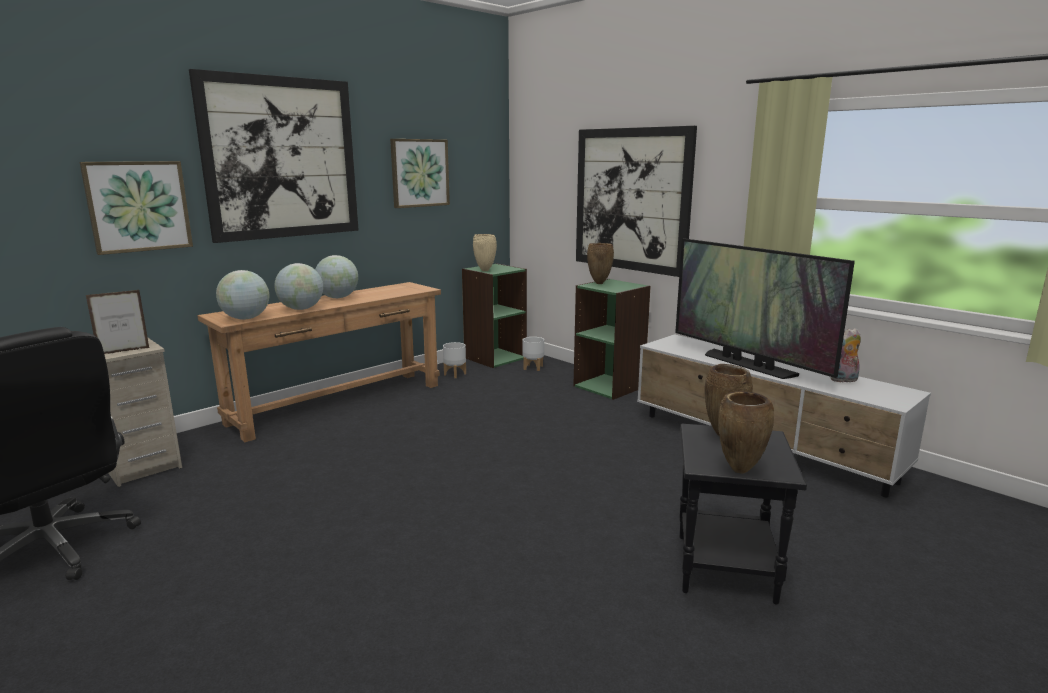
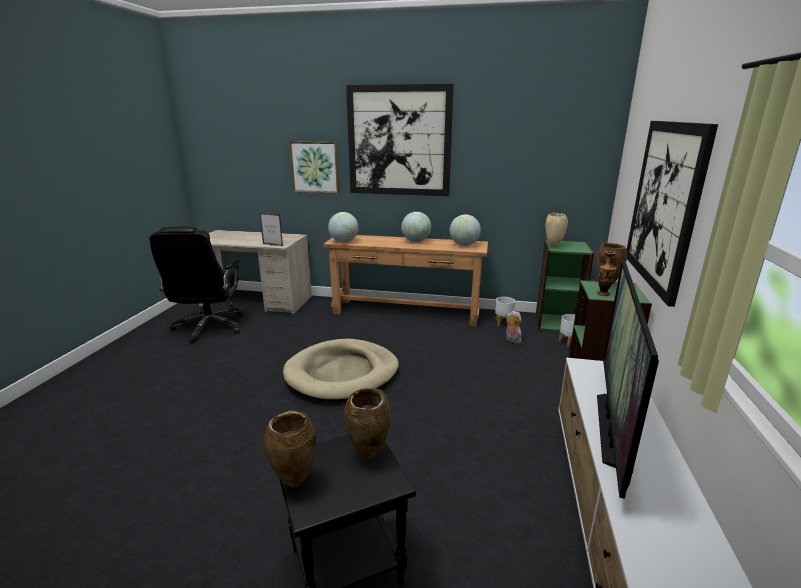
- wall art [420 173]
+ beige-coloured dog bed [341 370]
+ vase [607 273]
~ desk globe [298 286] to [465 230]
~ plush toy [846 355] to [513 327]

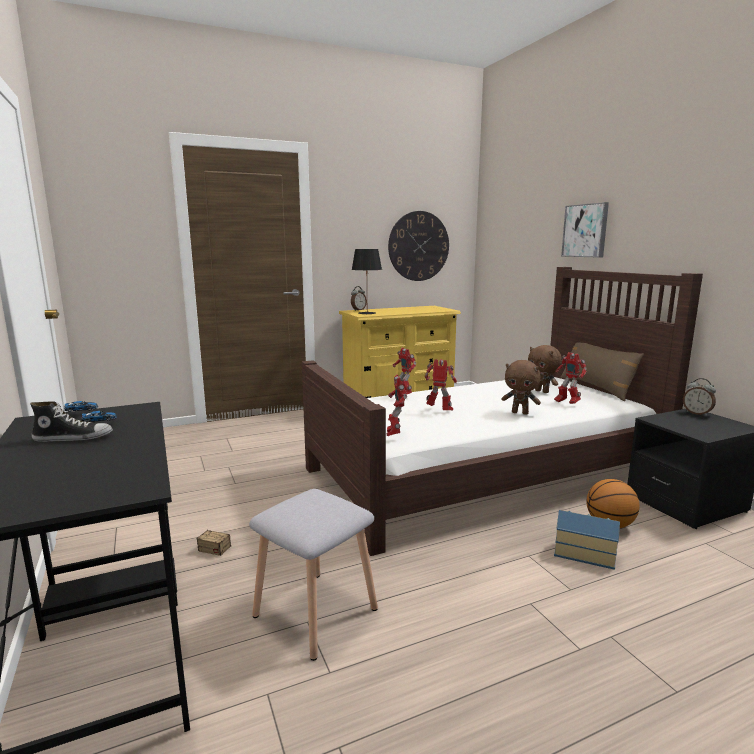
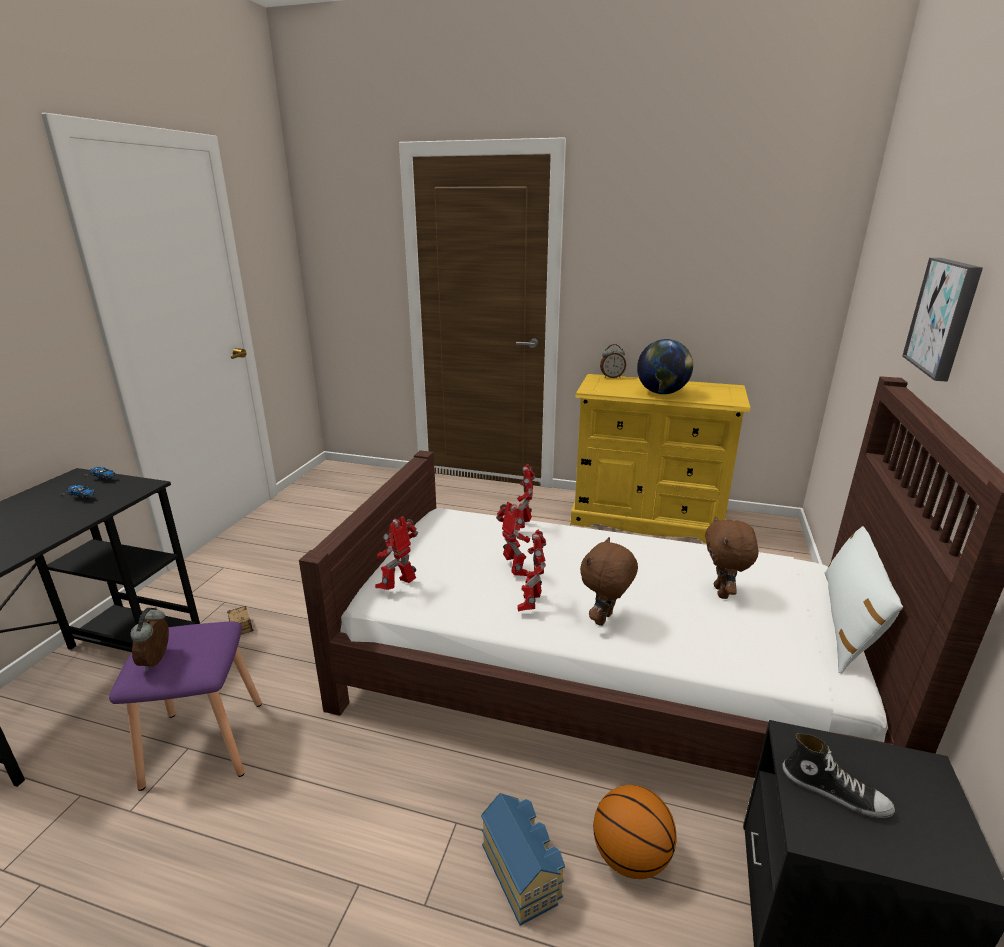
- black-coloured lamp for a table [367 282]
- wall clock [418 246]
+ desk globe [665 366]
~ shoe [71 422] to [839 775]
~ model robot [570 378] to [531 570]
~ bedside clock [699 397] to [149 639]
~ grey sitting stool [313 575] to purple-coloured sitting stool [185 706]
~ brown throw pillow [602 371] to whitish throw pillow [863 600]
~ brown plush toy [521 387] = [609 581] 60 degrees clockwise

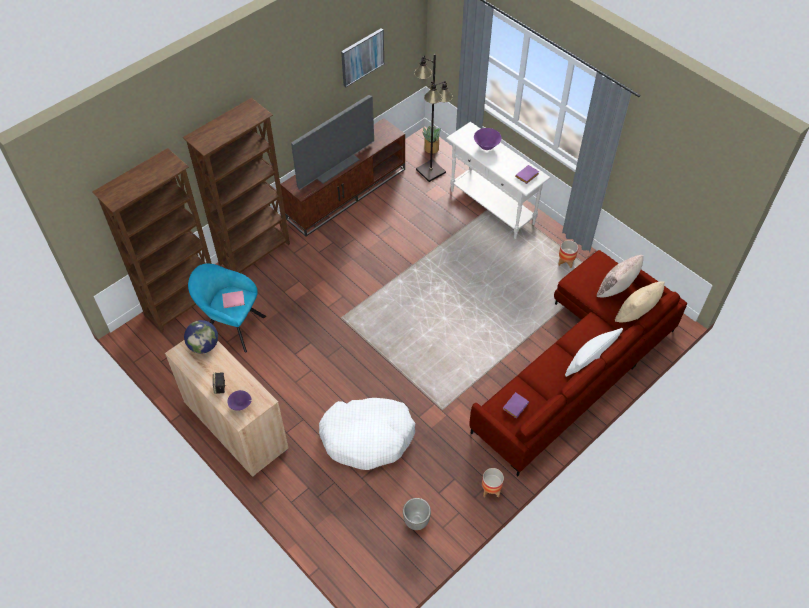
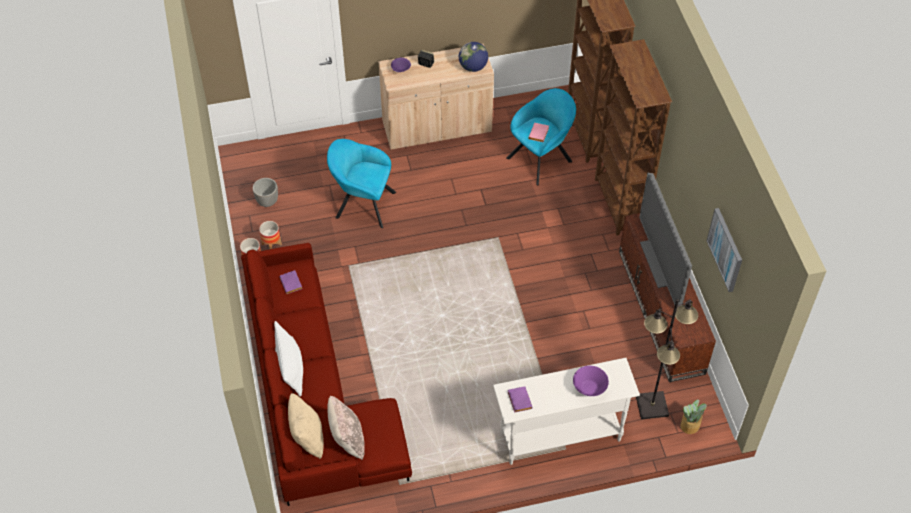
~ flower pot [568 254] to [270 235]
~ whitish dog bed [367 434] to blue-green easy chair [361 183]

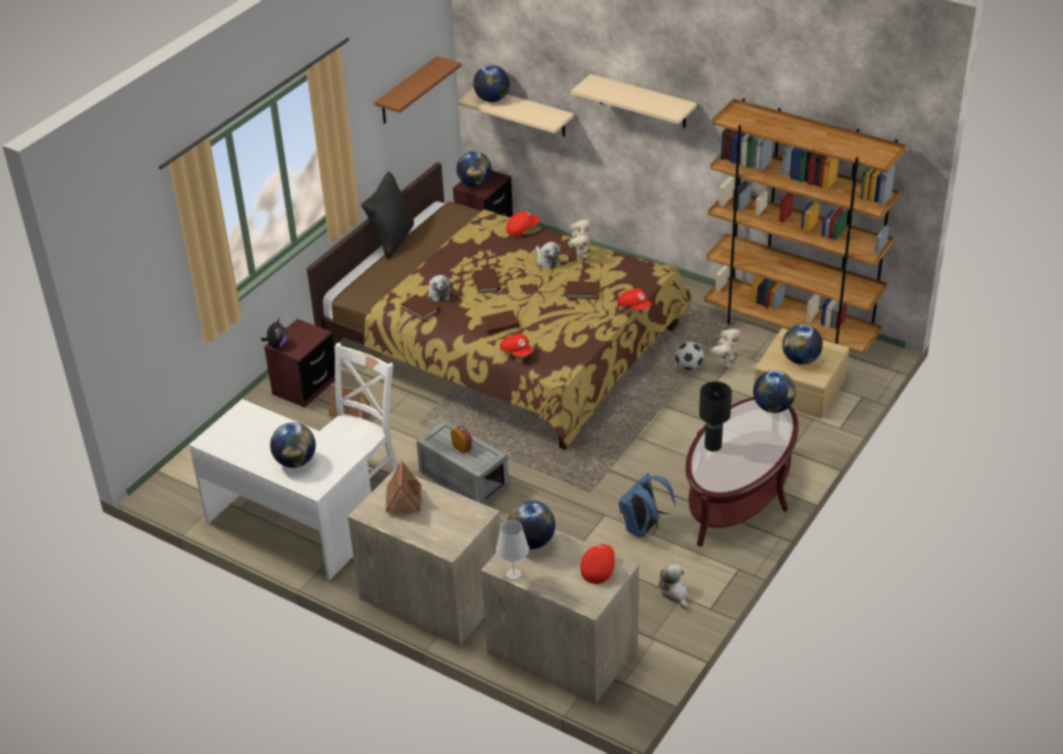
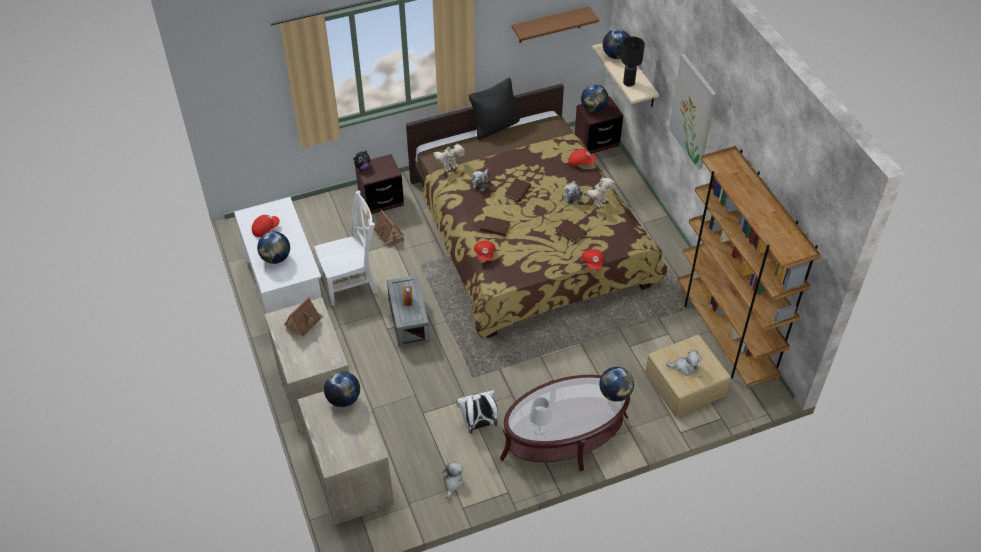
- brown book [420 308]
- football [689 356]
~ whitish lamp for a table [512 550] to [540 416]
~ reddish cap [597 564] to [266 226]
~ black-coloured lamp for a table [715 416] to [633 62]
~ model robot [726 348] to [449 158]
~ beige-coloured bracket shelf [634 101] to wall art [692 111]
~ desk globe [802 344] to plush toy [684 363]
~ blue-coloured rucksack [647 505] to whitish rucksack [477 412]

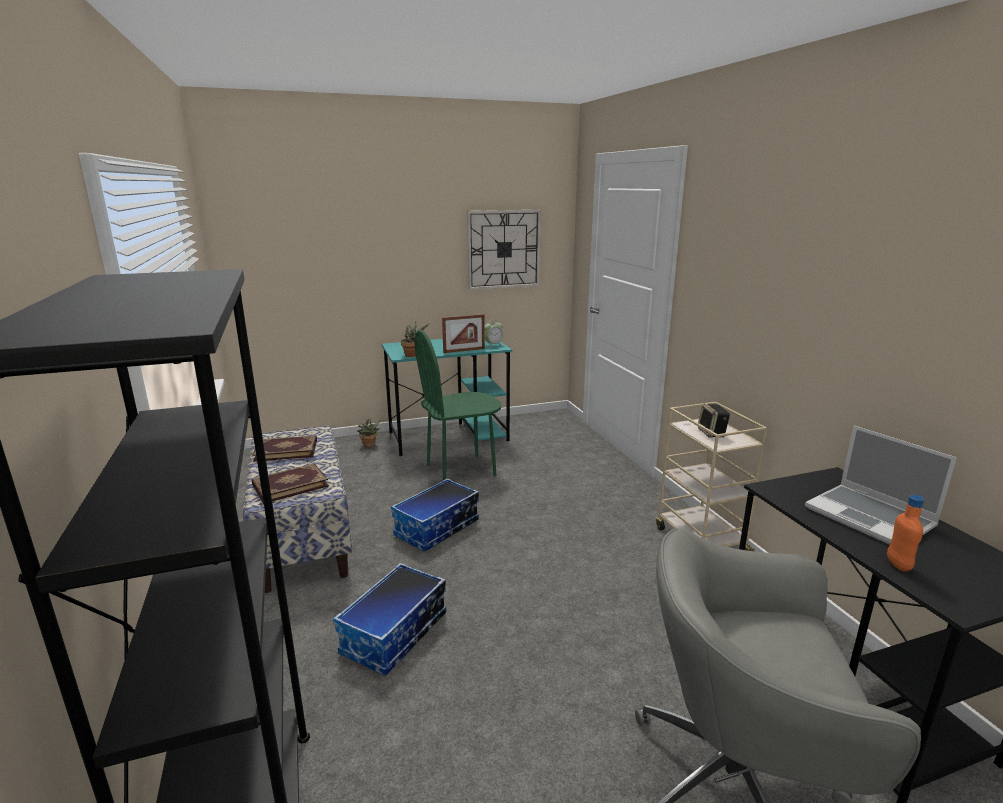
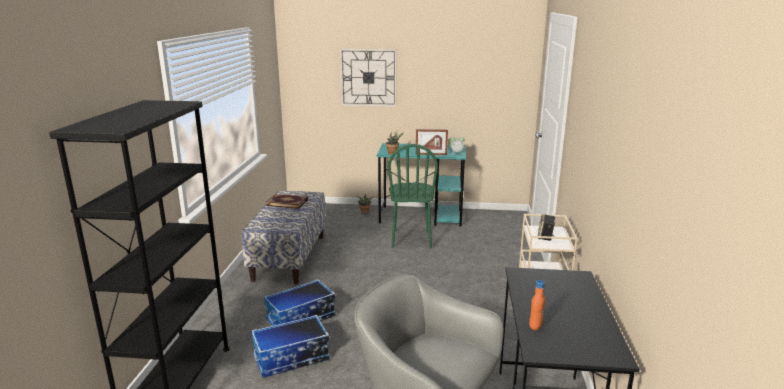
- book [290 483]
- notebook computer [881 485]
~ storage box [435 515] to [290 346]
~ wall clock [504 250] to [368 77]
~ green-coloured upright chair [458 405] = [413 196] 90 degrees counterclockwise

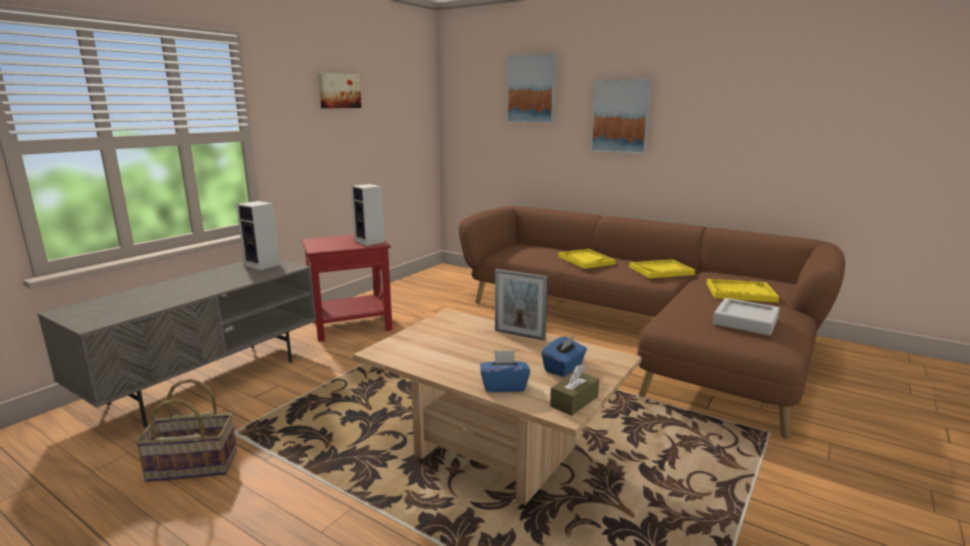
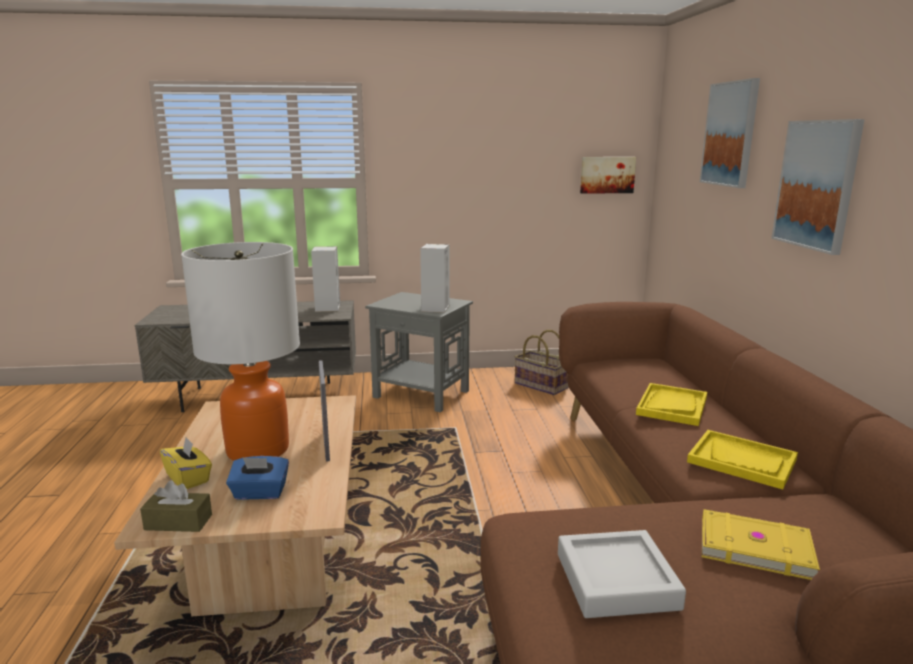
+ lamp for a table [240 351]
~ storage basket [186 430] to [542 362]
~ wall art [339 90] to [608 175]
~ yellowish tray [743 290] to yellowish book [761 544]
~ reddish end table [346 288] to grey end table [419 352]
~ blue-coloured box of tissues [505 371] to yellowish box of tissues [186 463]

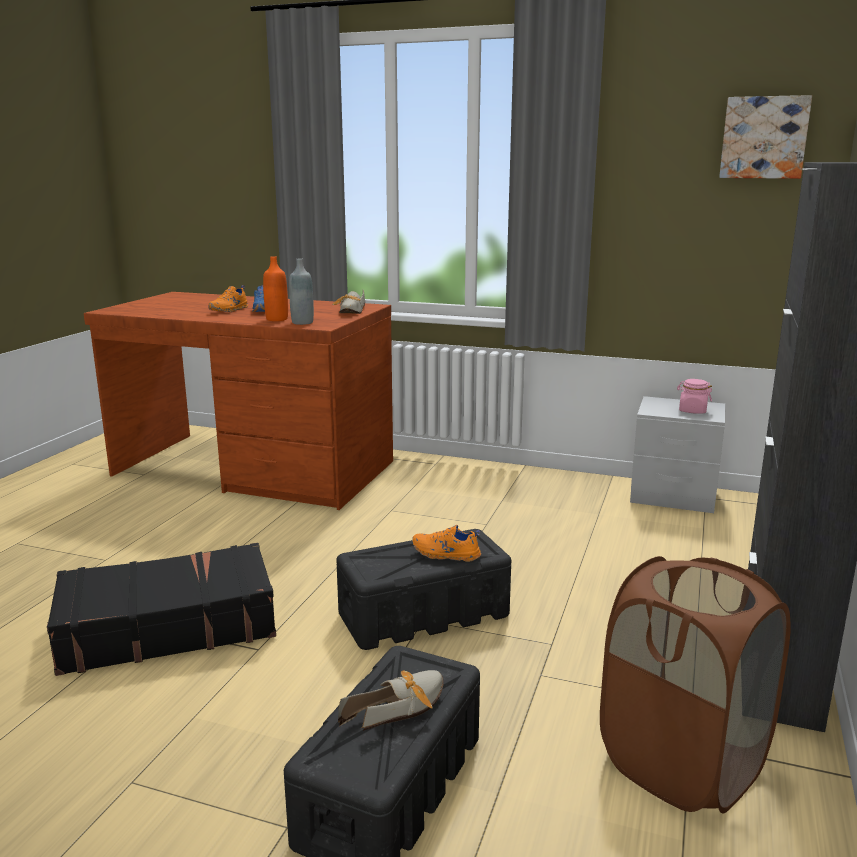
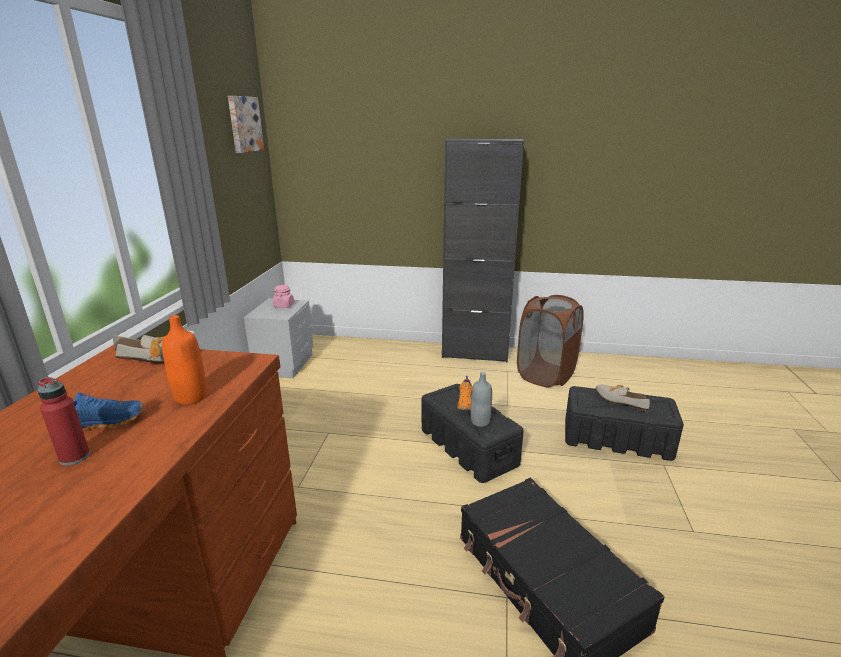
~ grey bottle [301 291] to [481 399]
~ orange shoe [228 298] to reddish bottle [63 421]

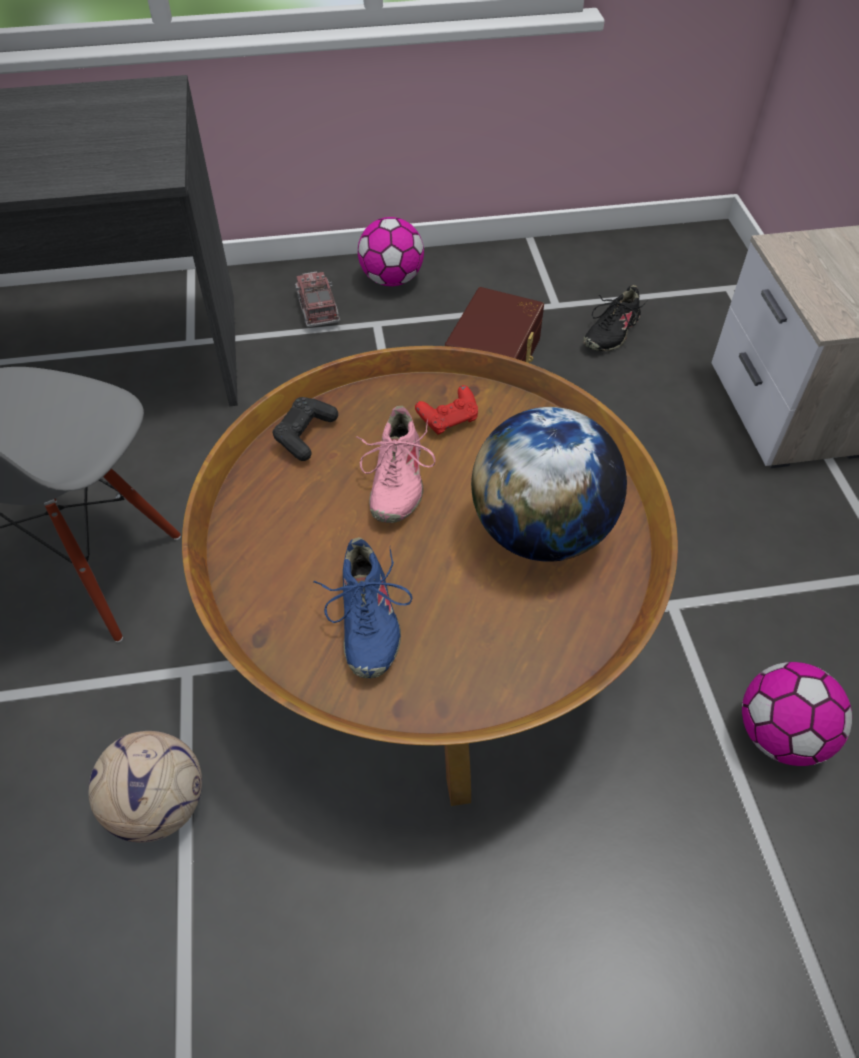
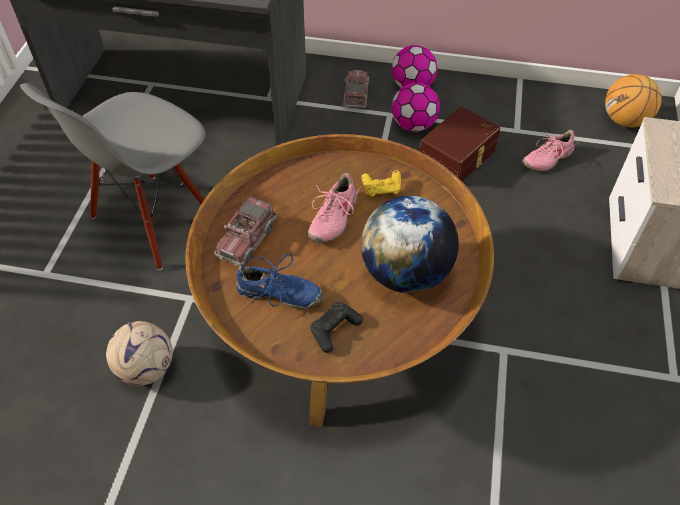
+ toy truck [246 231]
+ basketball ball [633 100]
~ black-coloured game controller [305 429] to [336 327]
~ football [797 714] to [416 107]
~ reddish game controller [446 410] to yellowish game controller [381 183]
~ black-coloured shoe [615 318] to pinkish shoe [550 150]
~ blue-coloured shoe [363 607] = [279 281] 90 degrees counterclockwise

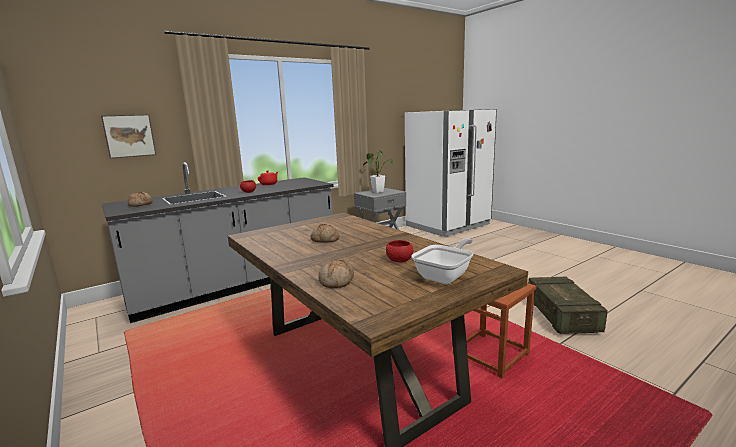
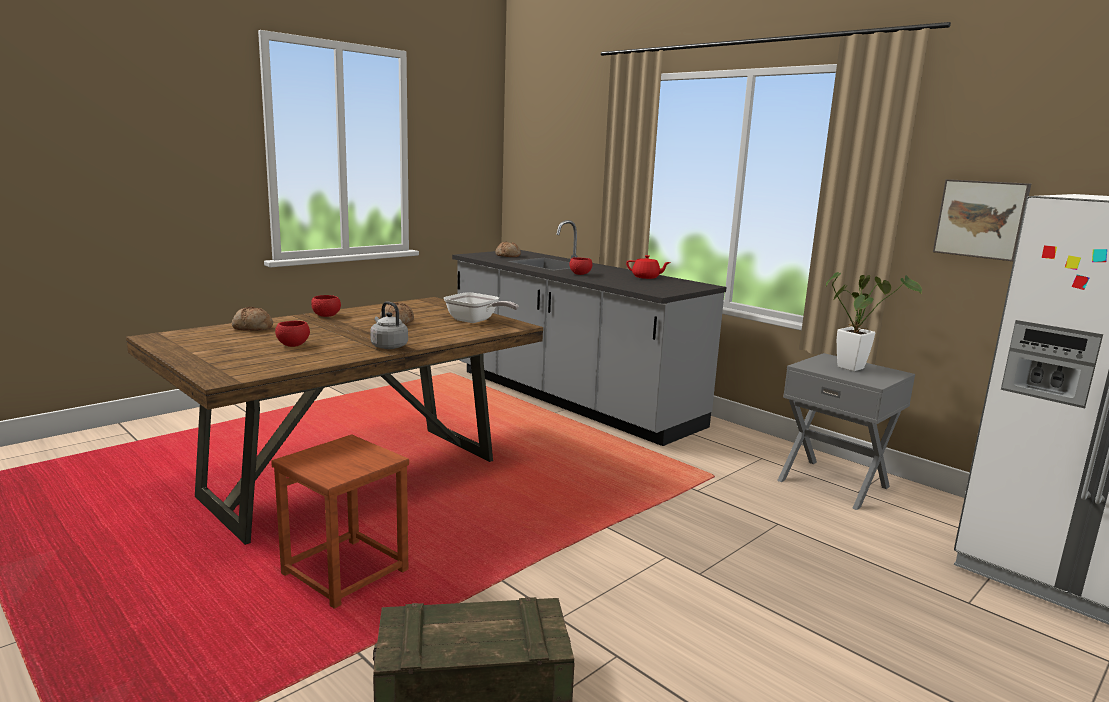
+ reddish serving bowl [326 306]
+ grey kettle [389 325]
~ wall art [128 136] to [982 220]
~ frying pan [442 261] to [481 307]

